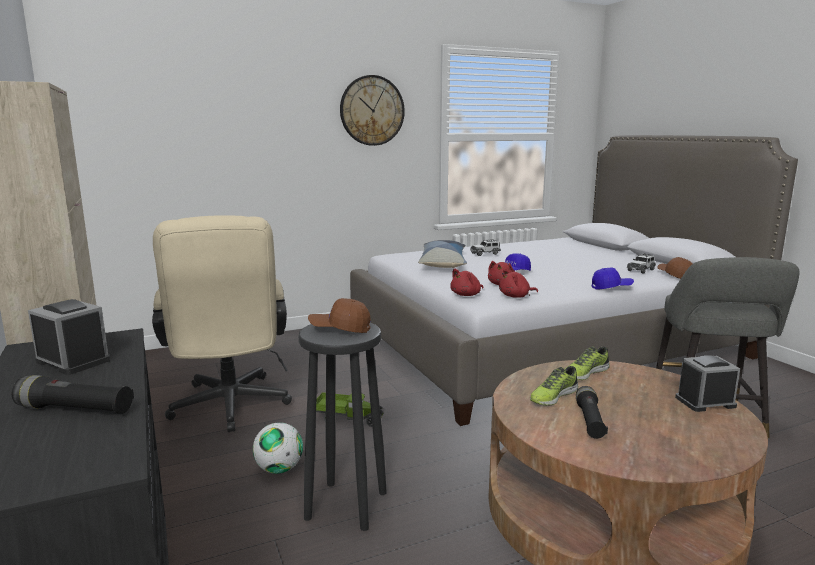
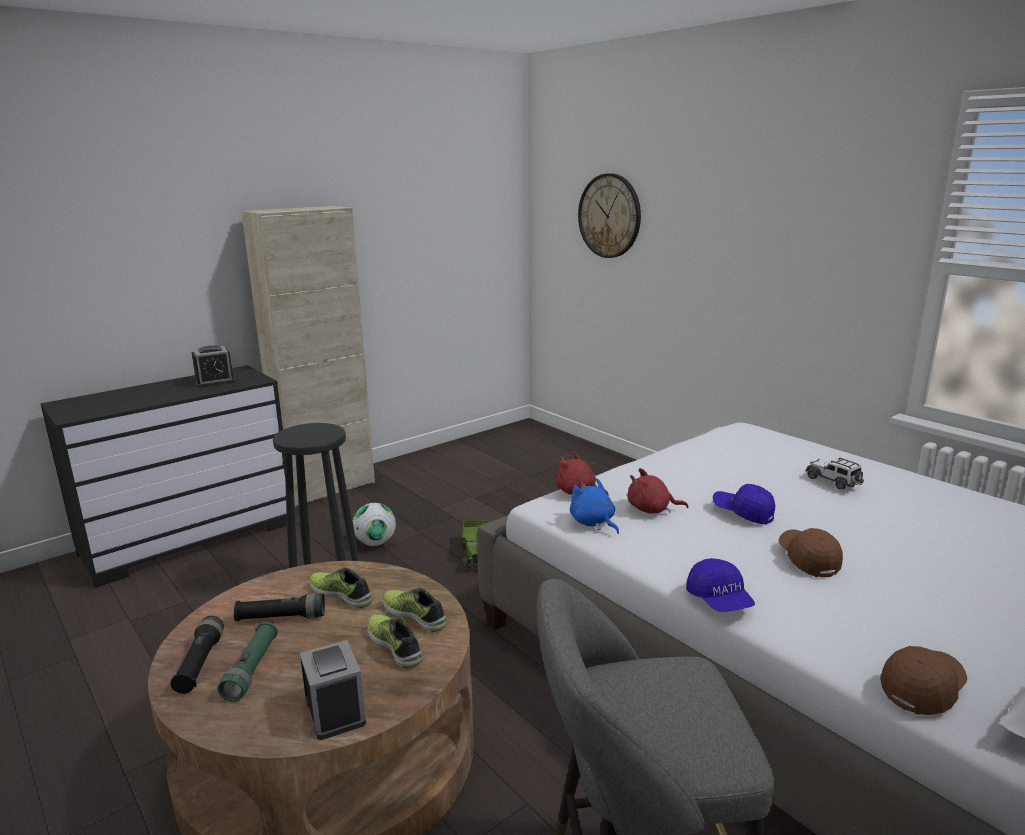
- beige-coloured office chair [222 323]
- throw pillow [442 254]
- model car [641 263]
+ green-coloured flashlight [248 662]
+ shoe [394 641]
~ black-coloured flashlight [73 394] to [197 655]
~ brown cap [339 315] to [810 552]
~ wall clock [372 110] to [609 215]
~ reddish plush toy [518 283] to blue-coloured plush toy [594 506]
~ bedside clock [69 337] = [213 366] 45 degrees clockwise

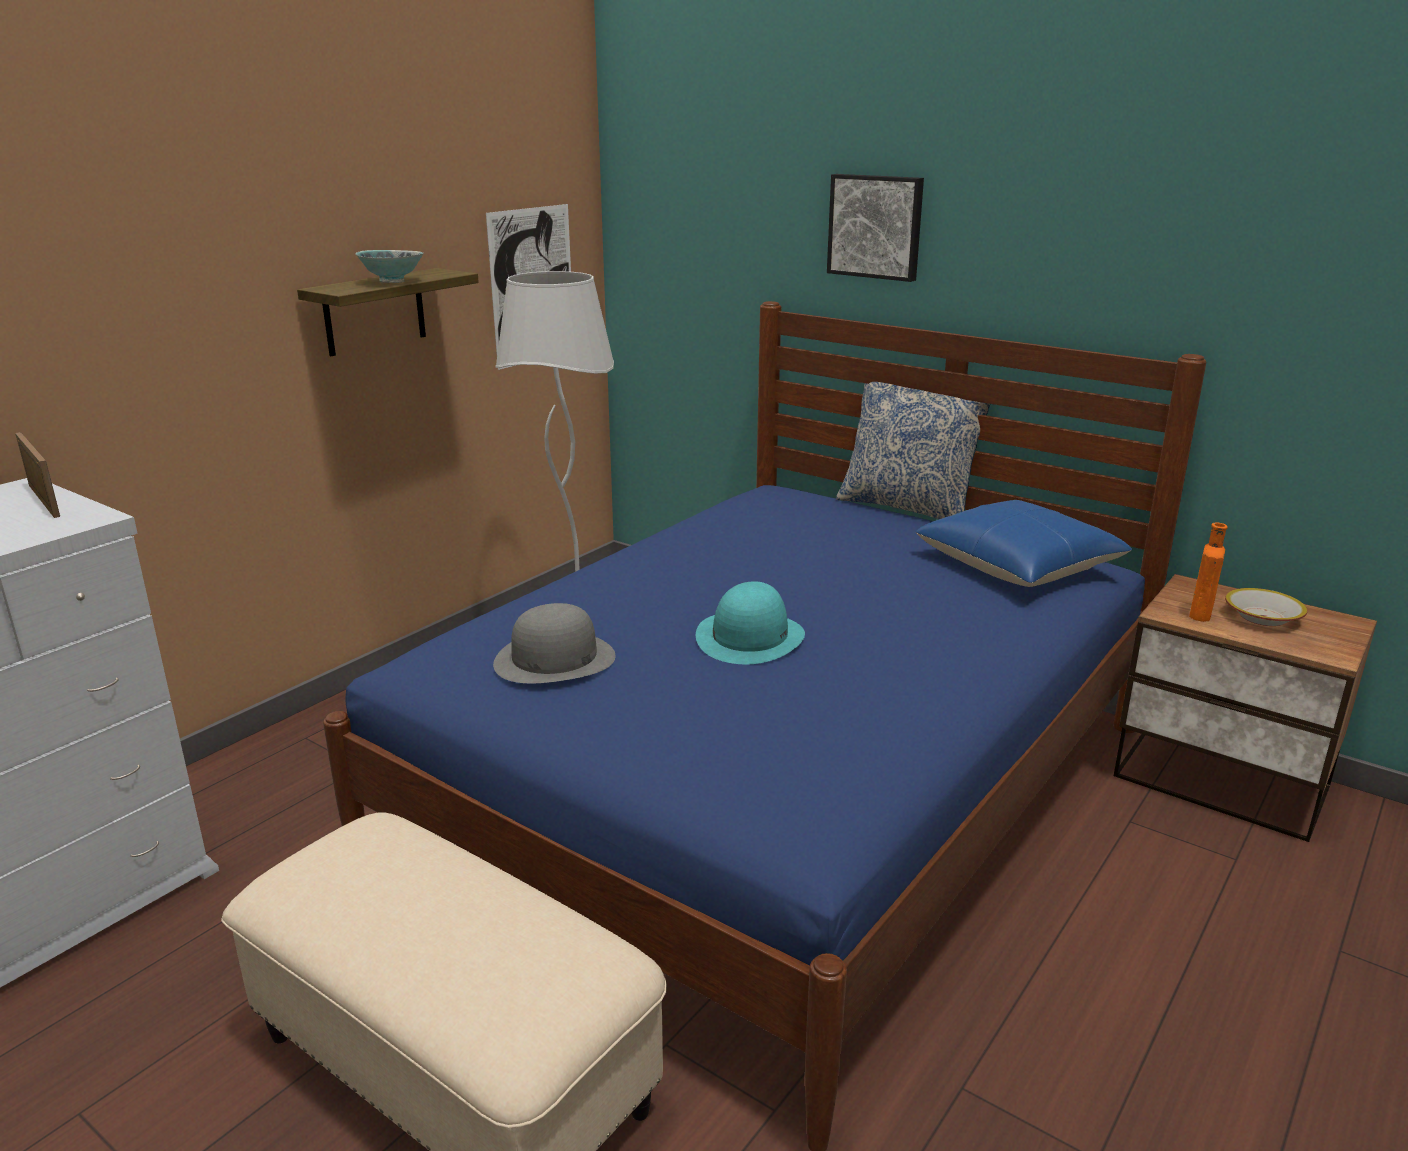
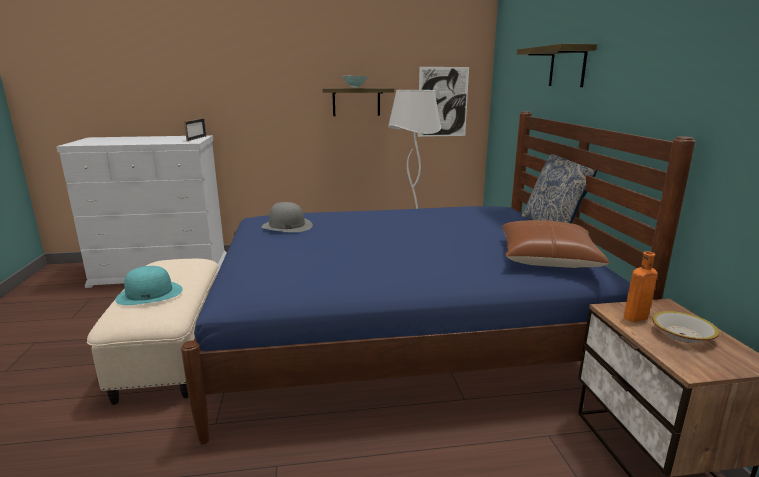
~ blue-green clothing hat [750 622] to [149 285]
~ wall art [875 228] to bracket shelf [557 65]
~ blue-coloured throw pillow [1024 543] to brown throw pillow [556 244]

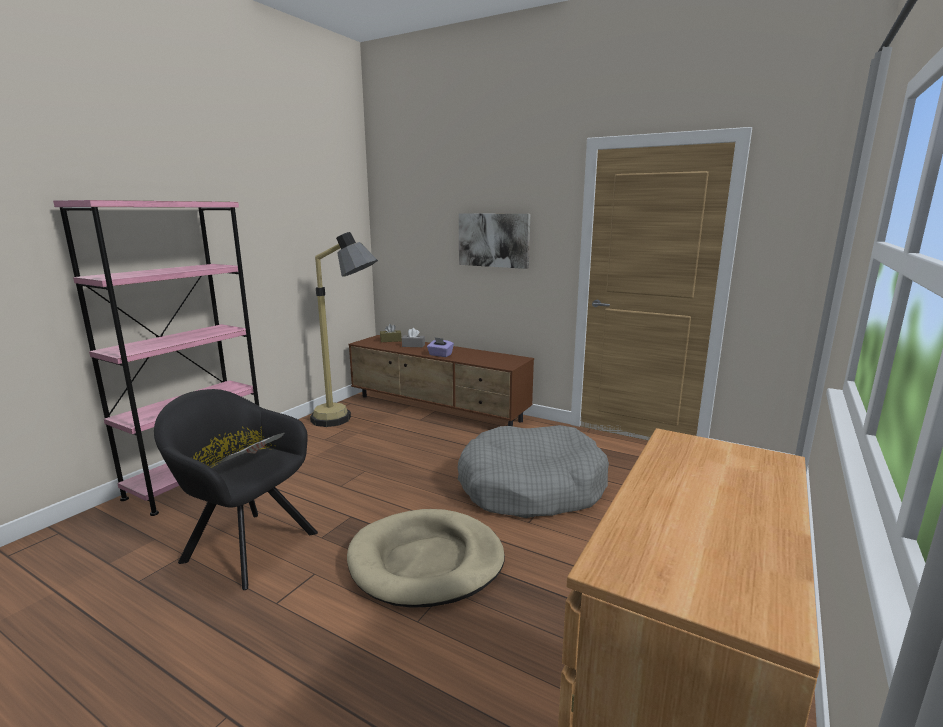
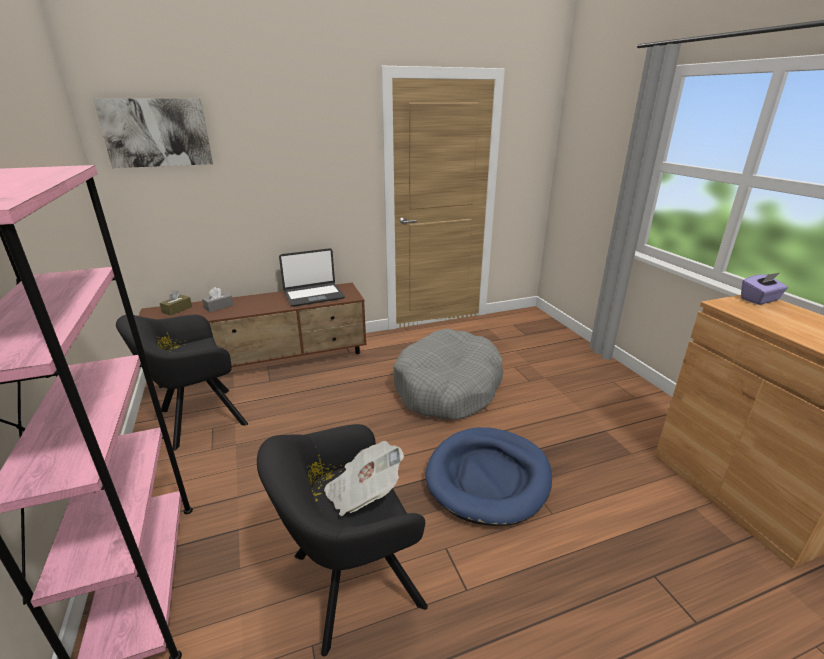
+ notebook computer [312 277]
~ purple-coloured box of tissues [440 347] to [764 289]
~ wall art [494 241] to [153 133]
~ floor lamp [344 329] to black-coloured easy chair [182 383]
~ beige-coloured dog bed [426 558] to blue-coloured dog bed [488 476]

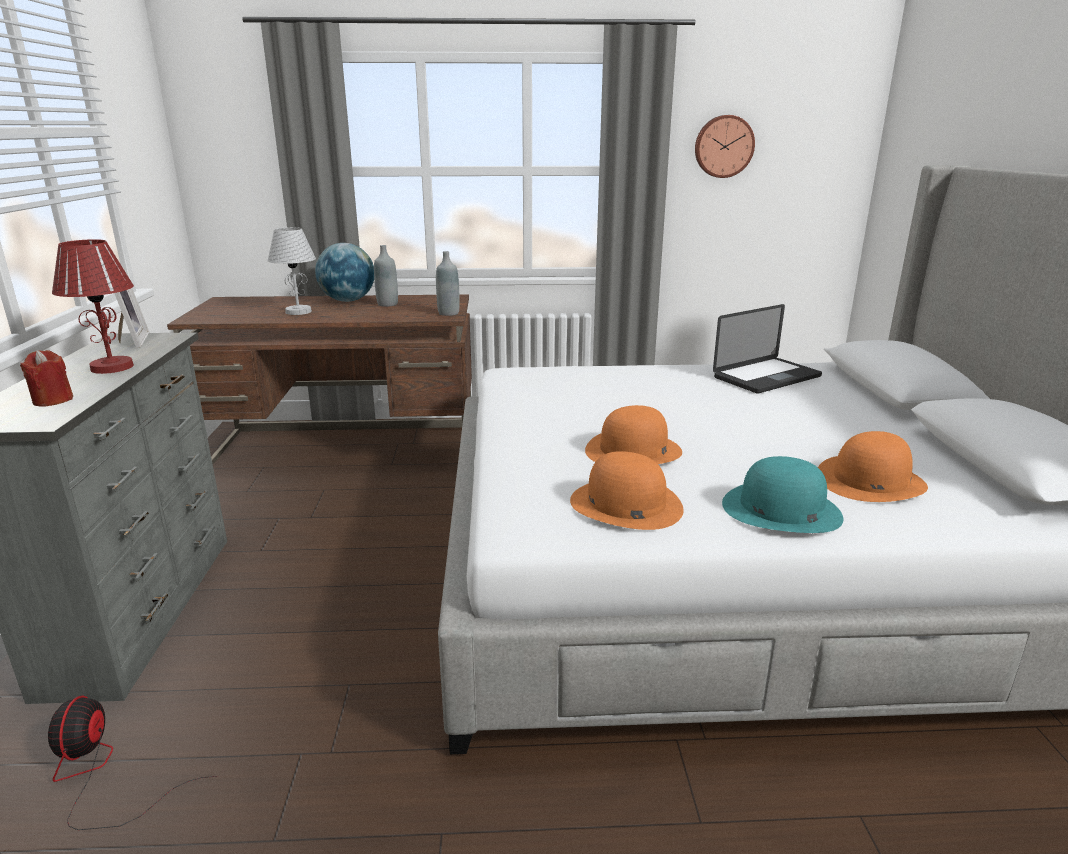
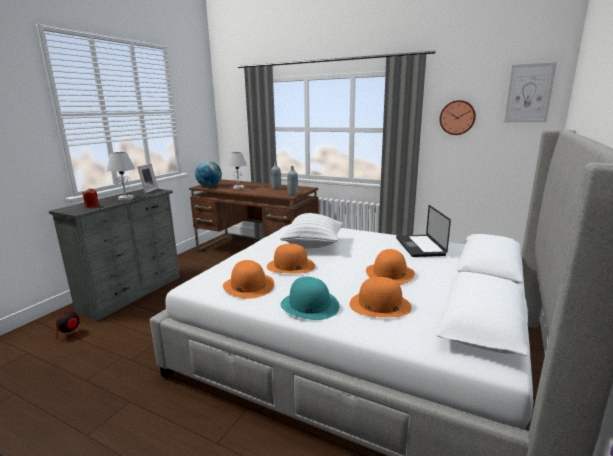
+ whitish throw pillow [311 231]
+ orange clothing hat [390 267]
+ wall art [530 92]
~ desk globe [344 272] to [208 174]
~ reddish lamp for a table [93 306] to whitish lamp for a table [121 176]
~ notebook computer [767 349] = [423 231] 90 degrees clockwise

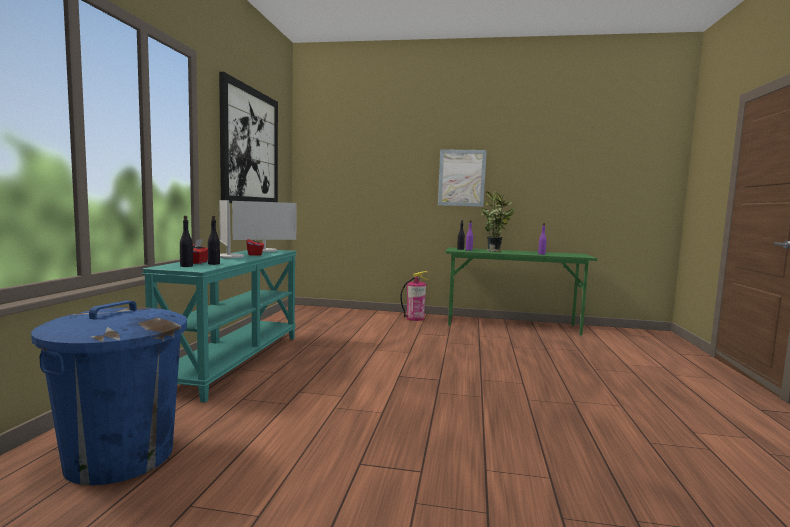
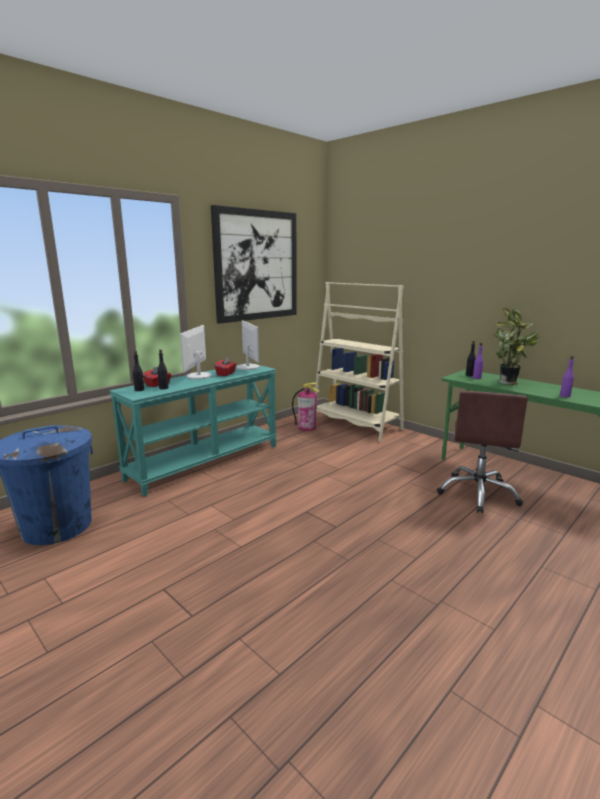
- wall art [462 178]
+ beige-coloured bookshelf [359 362]
+ brown office chair [482 452]
~ extinguisher [414 296] to [305 407]
~ computer display [264 226] = [248 345] 120 degrees counterclockwise

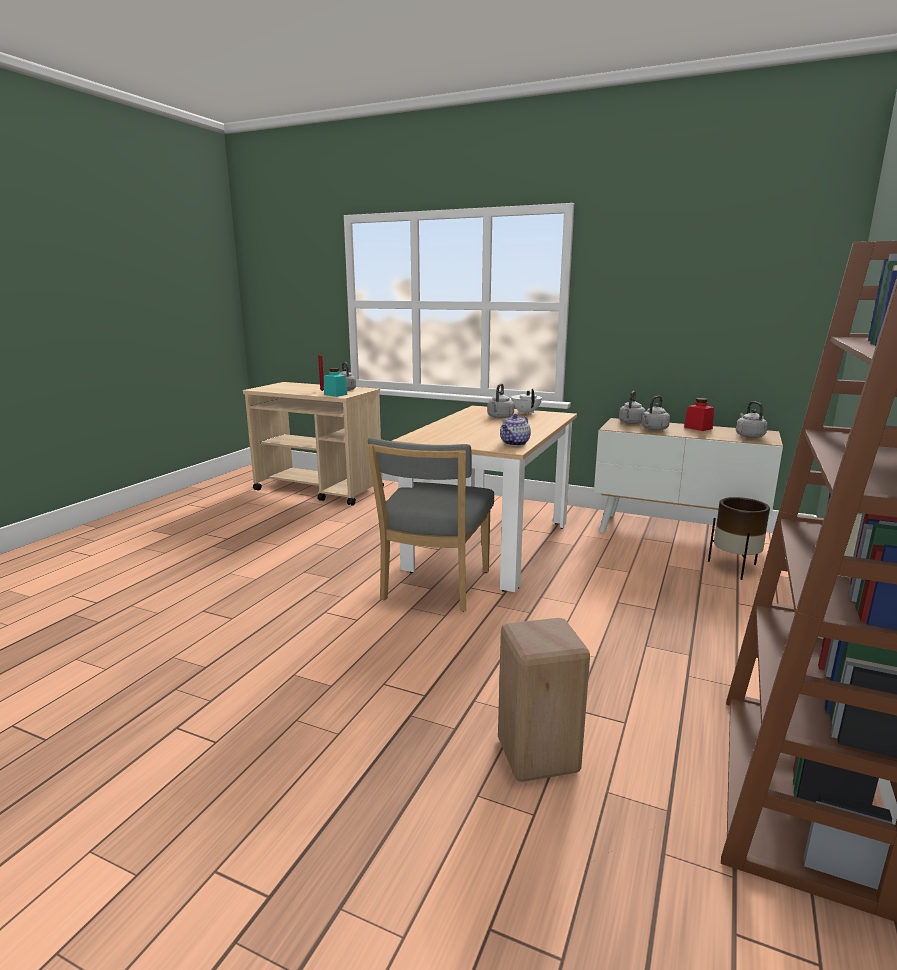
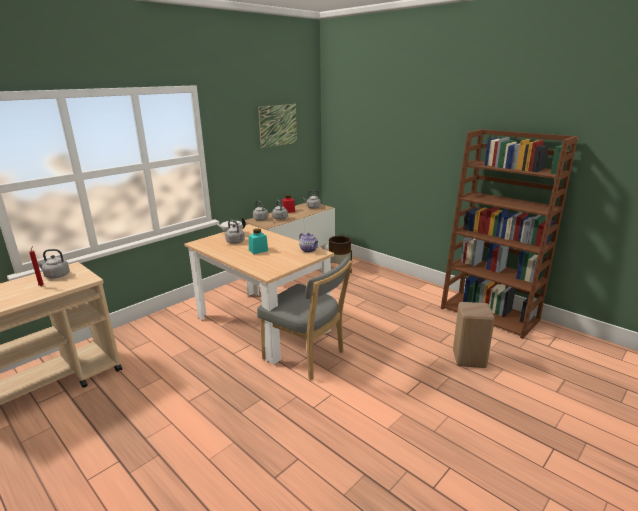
+ wall art [277 126]
~ blue-green jar [335 382] to [258 241]

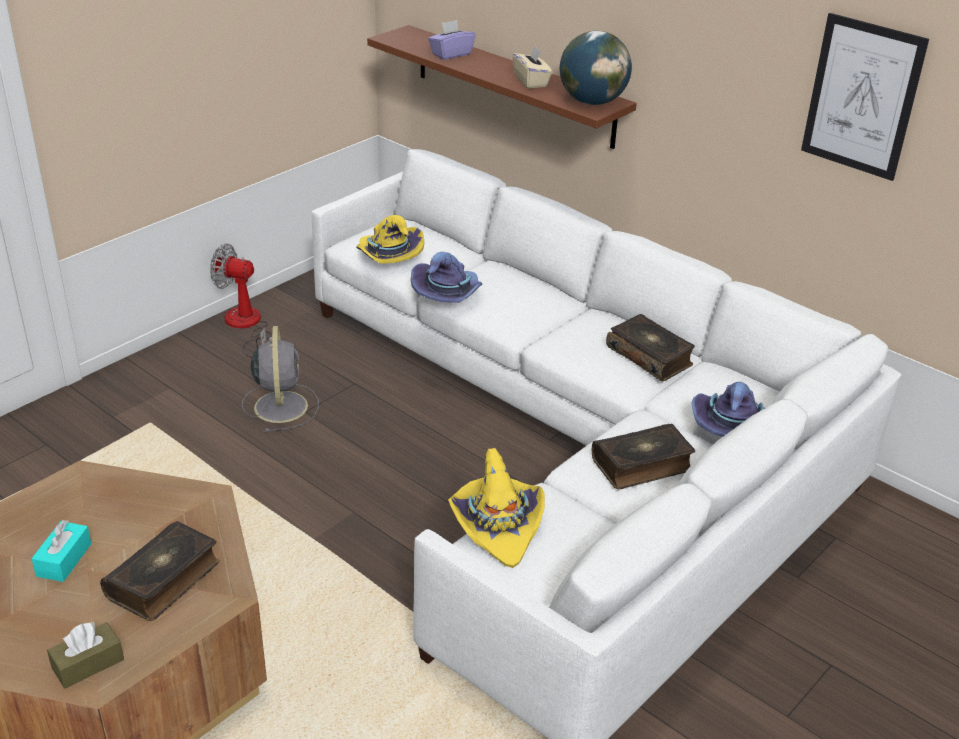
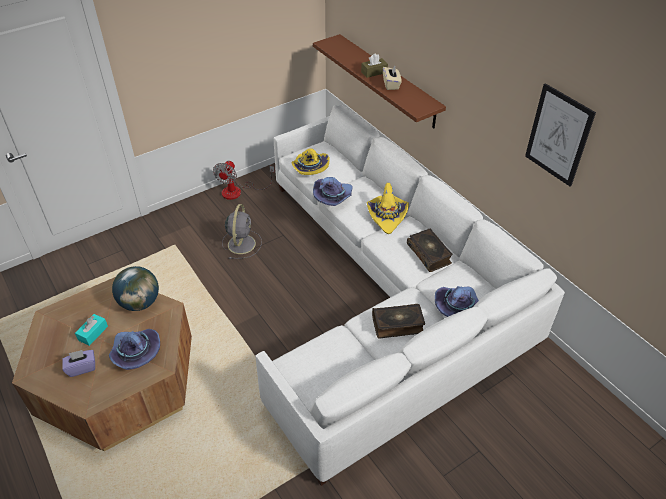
~ brown box of tissues [85 655] to [374 65]
~ purple-coloured box of tissues [452 40] to [78 363]
~ yellowish clothing hat [496 508] to [388 208]
~ desk globe [596 68] to [135 288]
~ book [160 571] to purple-coloured clothing hat [134 349]
~ fan [240 301] = [244 180] 105 degrees counterclockwise

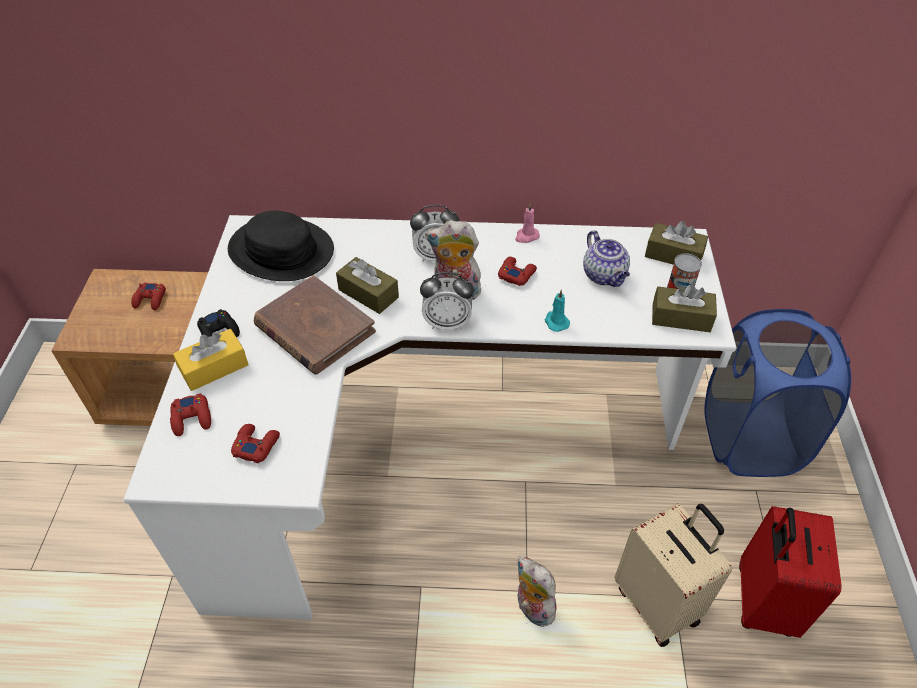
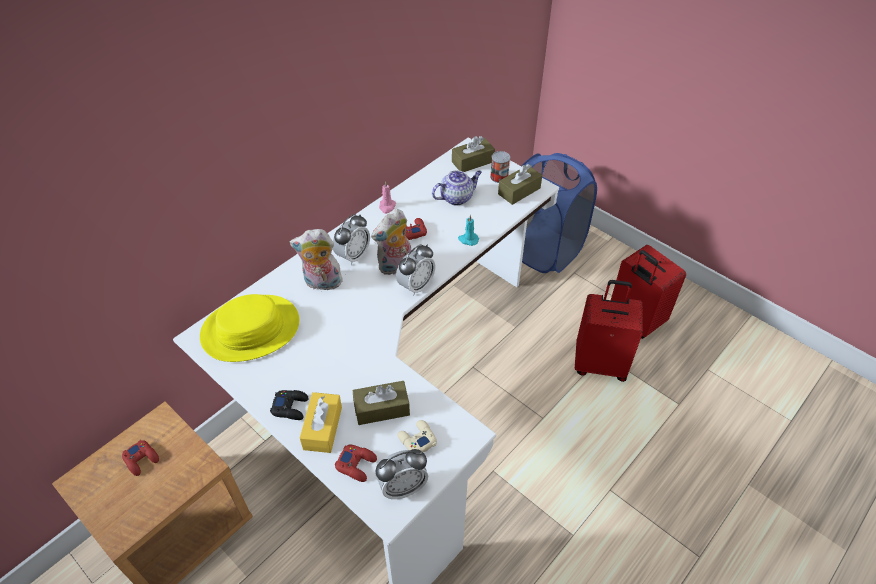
- brown book [315 324]
+ bedside clock [401 474]
~ brown box of tissues [367 285] to [381 403]
~ plush toy [536 591] to [317 259]
~ black-coloured clothing hat [281 246] to yellowish clothing hat [249 328]
~ reddish game controller [255 443] to beige-coloured game controller [417 436]
~ beige-coloured suitcase [673 575] to reddish suitcase [609 331]
~ pot for tea [606 258] = [457 188] 45 degrees counterclockwise

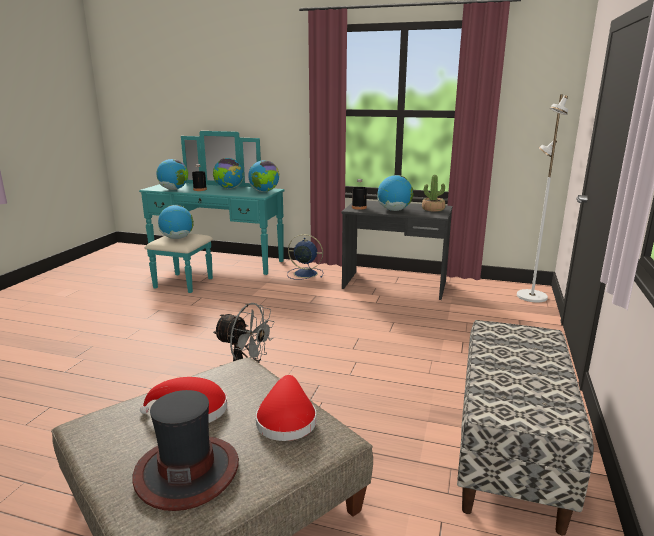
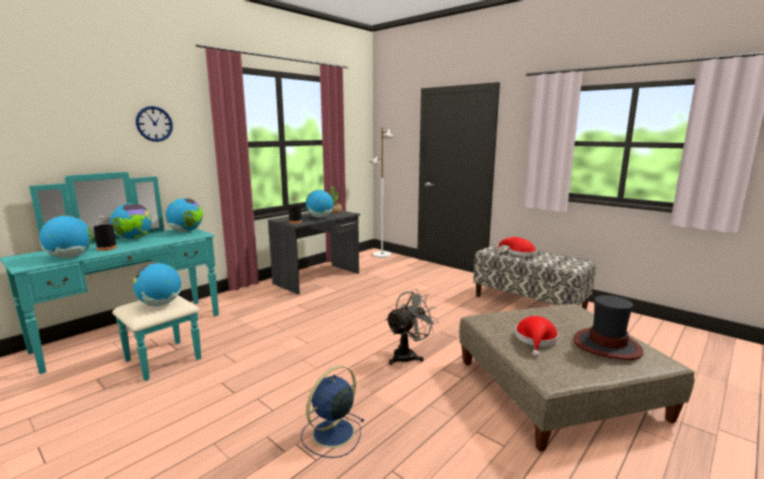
+ wall clock [154 124]
~ reddish clothing hat [286 408] to [516 246]
~ blue-coloured fan [305 257] to [333 412]

